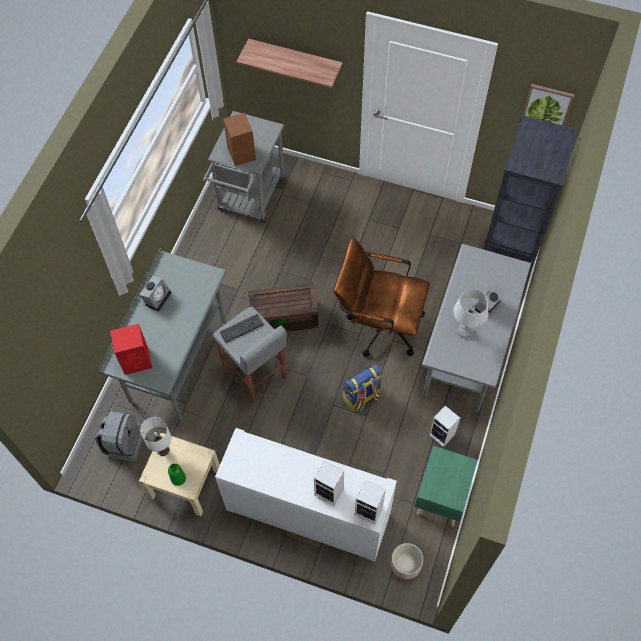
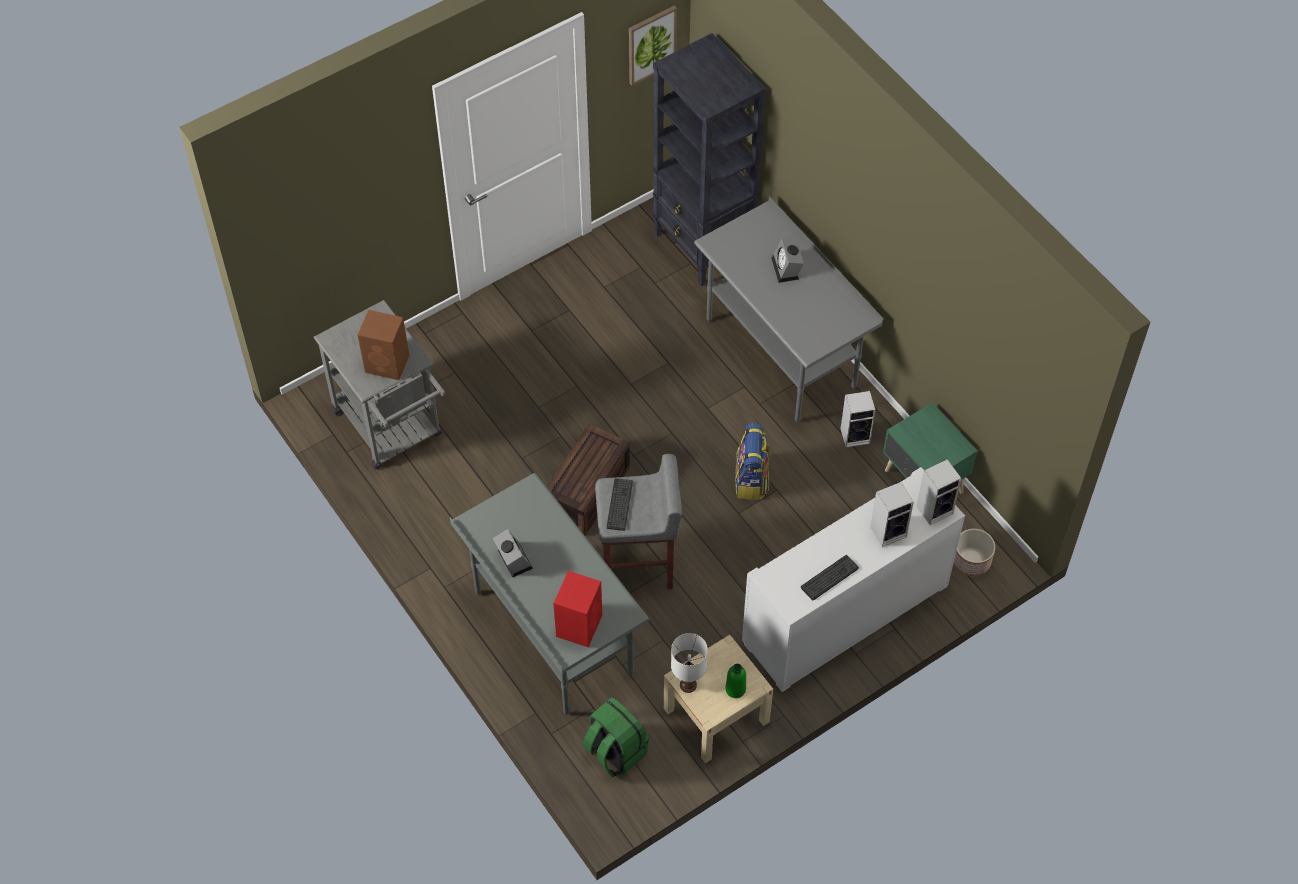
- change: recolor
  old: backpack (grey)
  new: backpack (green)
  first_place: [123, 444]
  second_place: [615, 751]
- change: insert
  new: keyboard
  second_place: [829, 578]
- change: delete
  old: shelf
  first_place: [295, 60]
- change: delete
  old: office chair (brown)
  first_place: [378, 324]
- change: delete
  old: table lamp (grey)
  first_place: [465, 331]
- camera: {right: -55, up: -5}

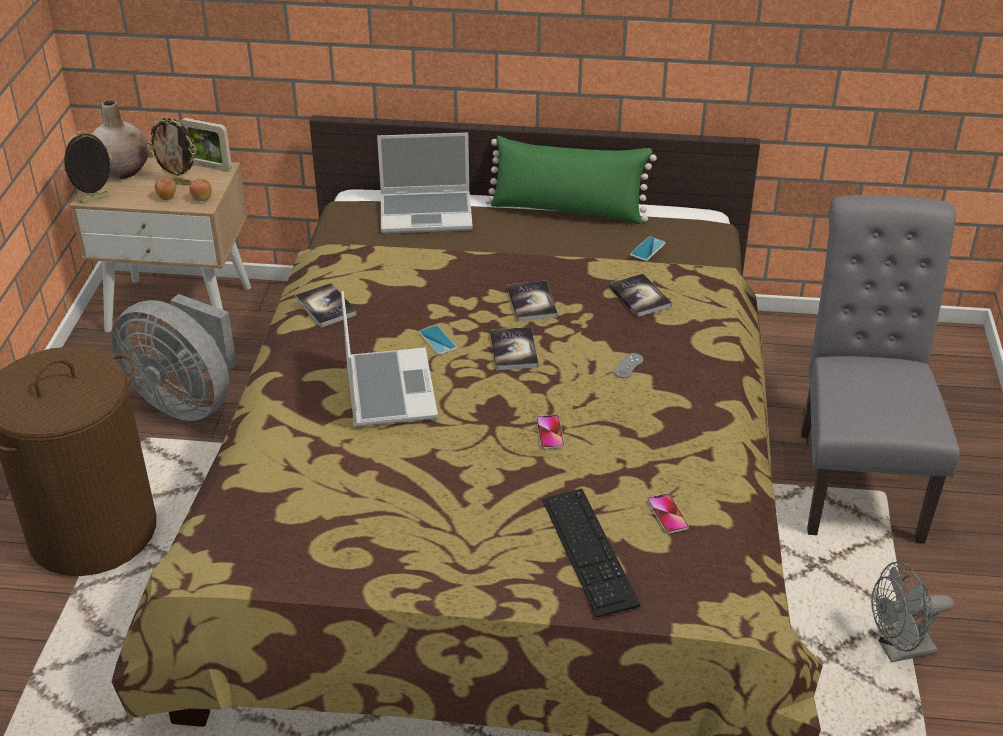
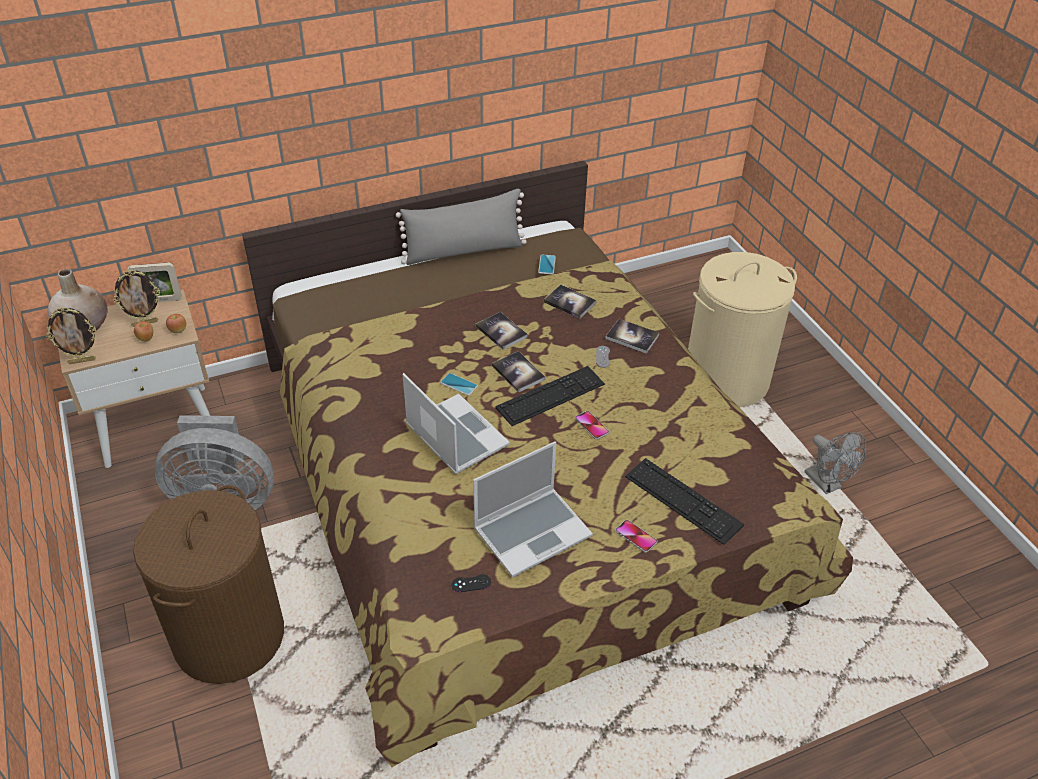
- change: rotate
  old: picture frame
  first_place: [95, 200]
  second_place: [82, 360]
  degrees: -135
- change: recolor
  old: pillow (green)
  new: pillow (grey)
  first_place: [567, 210]
  second_place: [464, 251]
- change: insert
  new: game controller (black)
  second_place: [471, 583]
- change: move
  old: laptop
  first_place: [427, 213]
  second_place: [532, 531]
- change: insert
  new: keyboard
  second_place: [550, 396]
- change: move
  old: book
  first_place: [326, 306]
  second_place: [632, 337]
- change: move
  old: phone
  first_place: [667, 514]
  second_place: [636, 537]
- change: replace
  old: chair (grey)
  new: laundry basket (beige)
  first_place: [855, 477]
  second_place: [726, 379]
- change: rotate
  old: fan (grey)
  first_place: [898, 650]
  second_place: [827, 484]
  degrees: -75
- camera: {right: -30, up: 5}

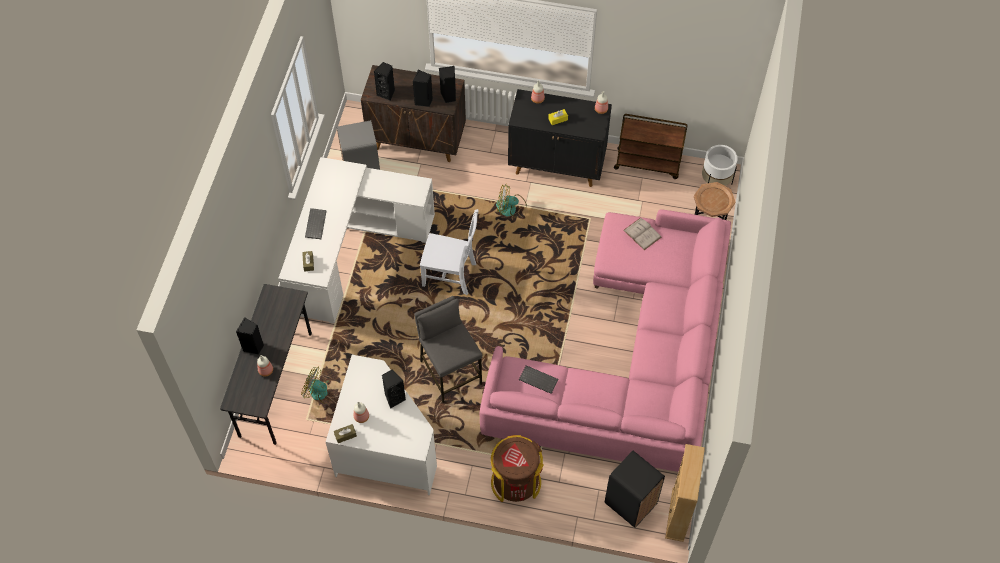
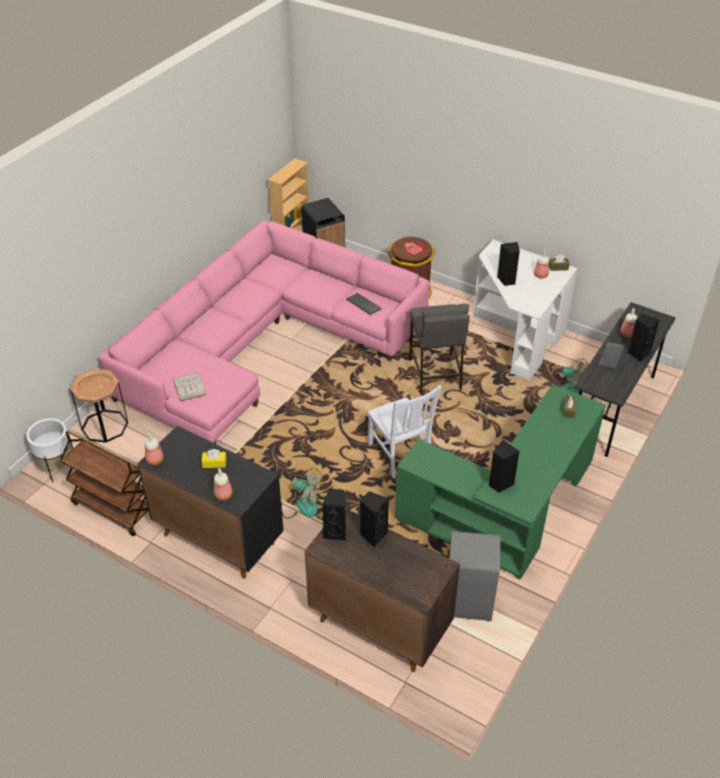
- change: rotate
  old: chair (white)
  first_place: [451, 275]
  second_place: [400, 455]
  degrees: -150
- change: recolor
  old: desk (white)
  new: desk (green)
  first_place: [350, 250]
  second_place: [507, 512]
- change: move
  old: speaker (black)
  first_place: [387, 93]
  second_place: [499, 484]
- change: move
  old: keyboard
  first_place: [315, 224]
  second_place: [611, 357]
- camera: {right: -160, up: -15}

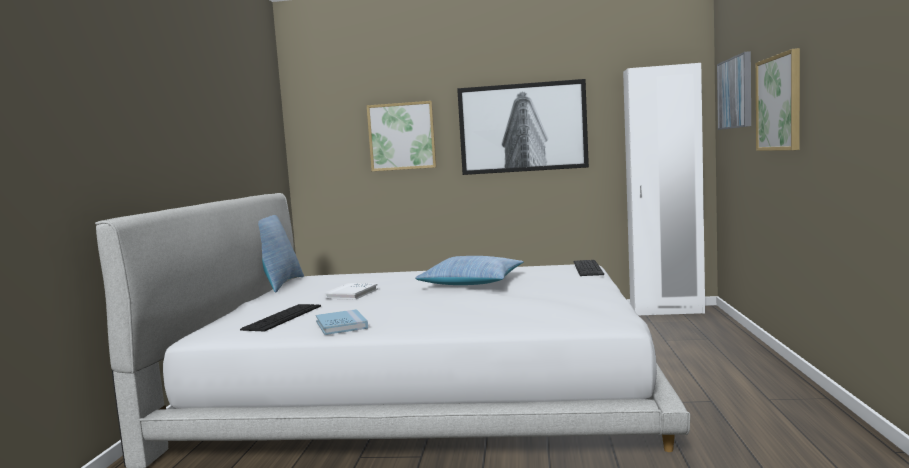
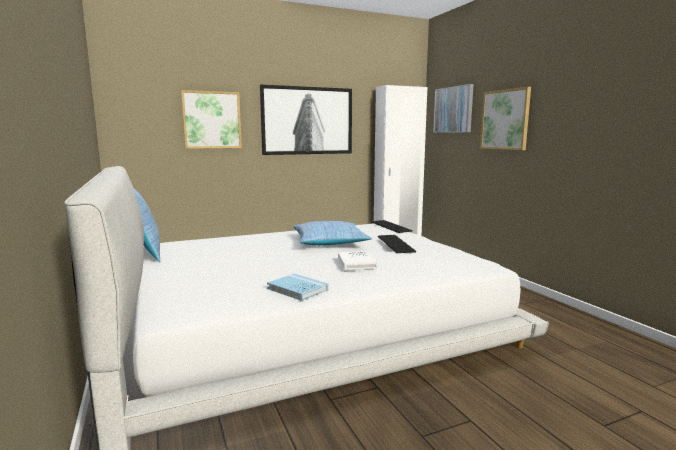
- change: move
  old: book (white)
  first_place: [352, 294]
  second_place: [356, 262]
- change: move
  old: keyboard
  first_place: [283, 317]
  second_place: [395, 244]
- camera: {right: -30, up: 5}

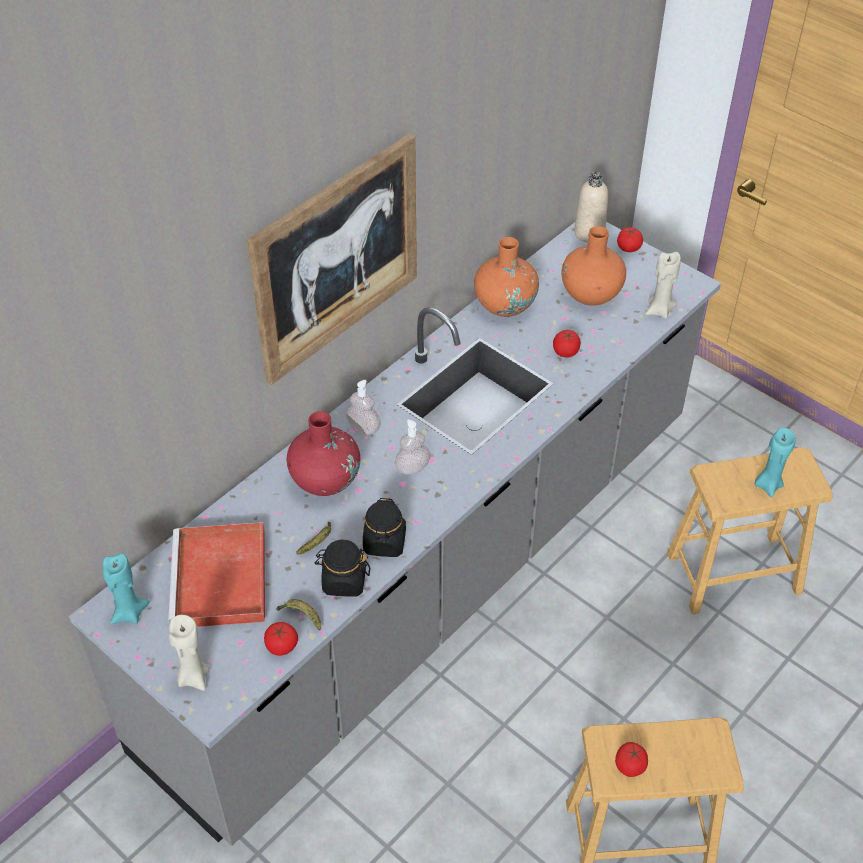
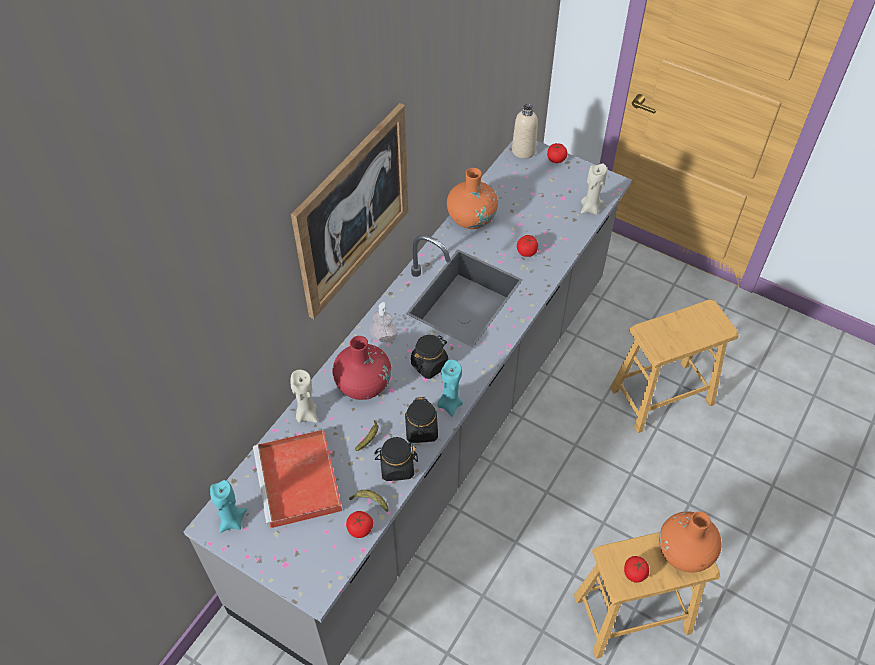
- change: move
  old: candle (beige)
  first_place: [193, 676]
  second_place: [306, 414]
- change: replace
  old: soap dispenser
  new: jar (black)
  first_place: [412, 467]
  second_place: [429, 364]
- change: move
  old: candle (turquoise)
  first_place: [768, 485]
  second_place: [449, 404]
- change: move
  old: vase (orange)
  first_place: [591, 294]
  second_place: [684, 552]
- camera: {right: -10, up: 5}

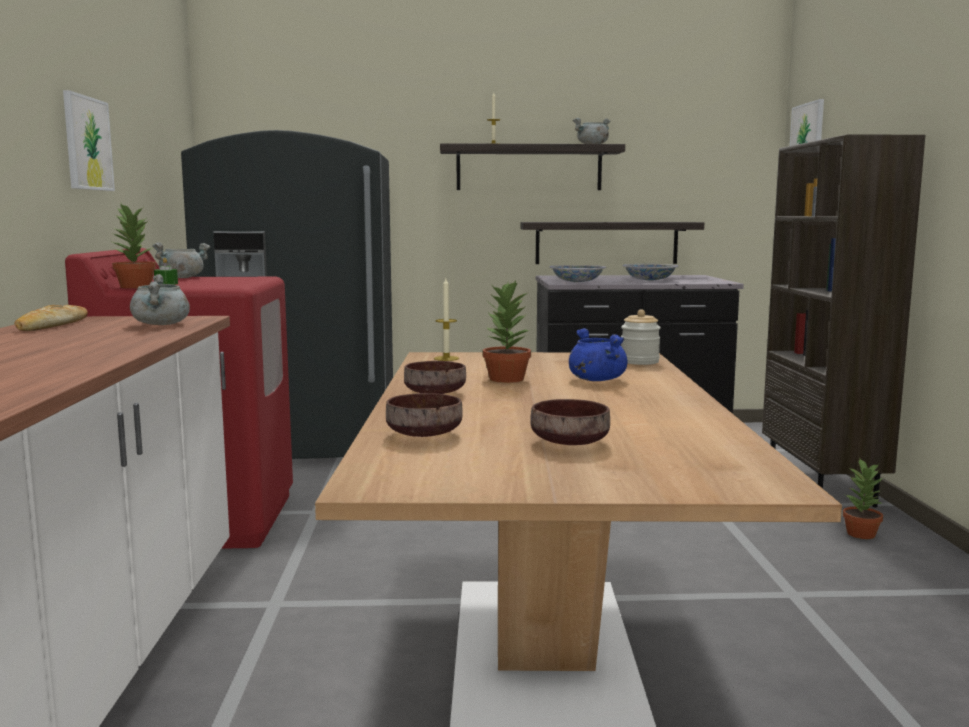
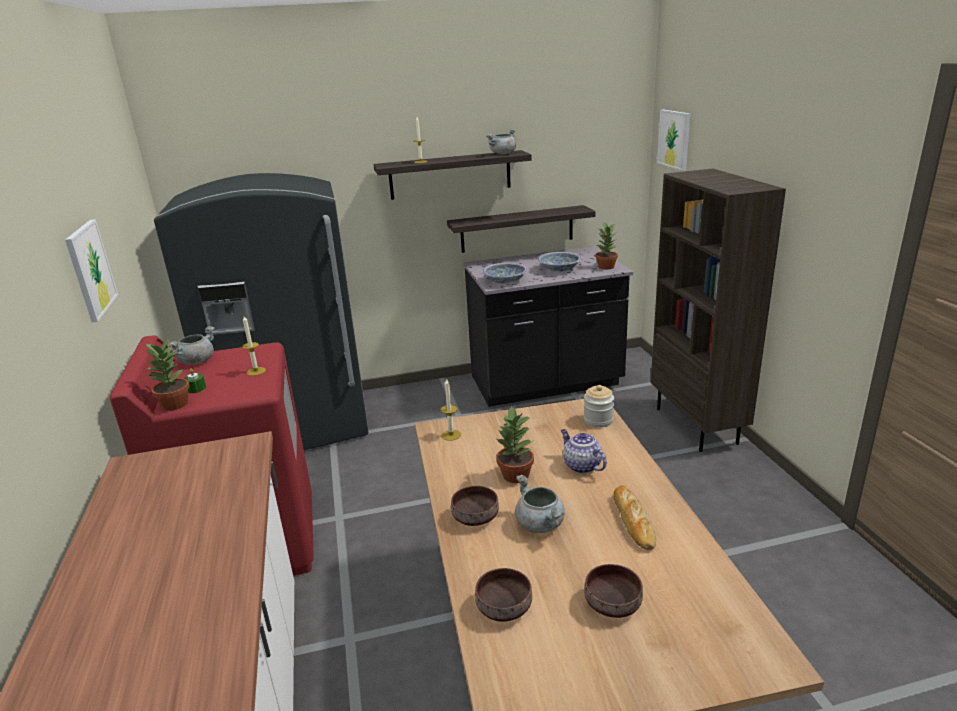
- change: insert
  new: candle
  second_place: [256, 371]
- change: move
  old: cooking pot (grey)
  first_place: [162, 324]
  second_place: [541, 525]
- change: replace
  old: cooking pot (blue)
  new: teapot
  first_place: [595, 379]
  second_place: [581, 465]
- change: move
  old: potted plant
  first_place: [861, 534]
  second_place: [606, 267]
- change: move
  old: bread
  first_place: [53, 325]
  second_place: [633, 521]
- camera: {right: -10, up: 15}

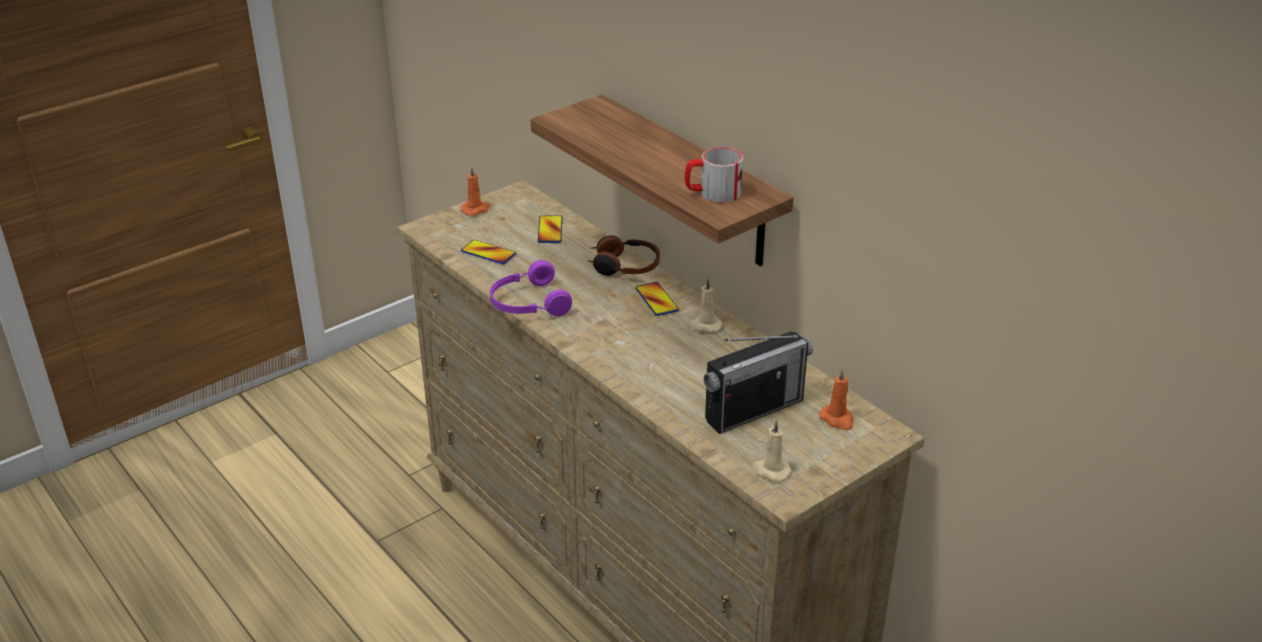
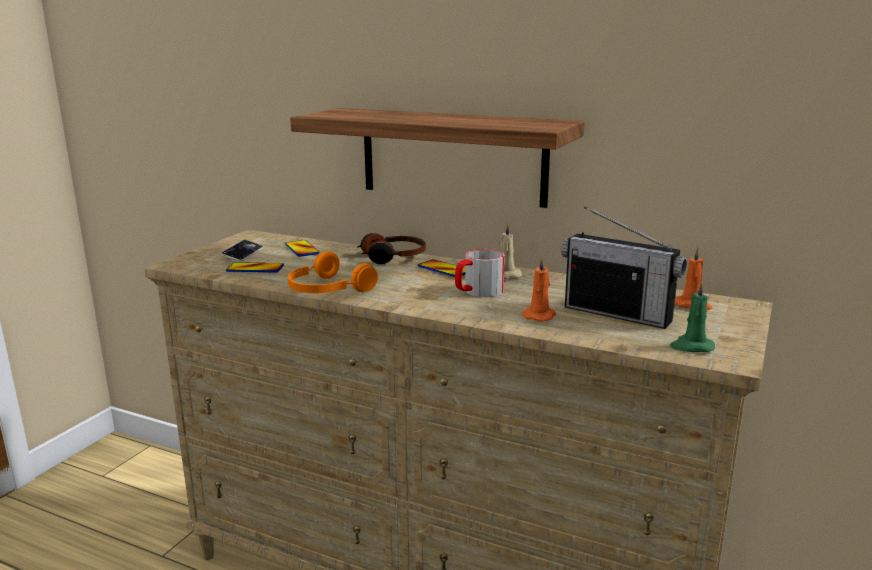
- change: insert
  new: phone
  second_place: [243, 254]
- change: recolor
  old: headphones (purple)
  new: headphones (orange)
  first_place: [528, 303]
  second_place: [326, 290]
- change: move
  old: mug
  first_place: [712, 193]
  second_place: [478, 292]
- change: move
  old: candle (orange)
  first_place: [476, 209]
  second_place: [540, 316]
- change: rotate
  old: radio
  first_place: [754, 410]
  second_place: [618, 314]
  degrees: 90
- change: recolor
  old: candle (beige)
  new: candle (green)
  first_place: [770, 470]
  second_place: [691, 347]
- camera: {right: -25, up: -15}

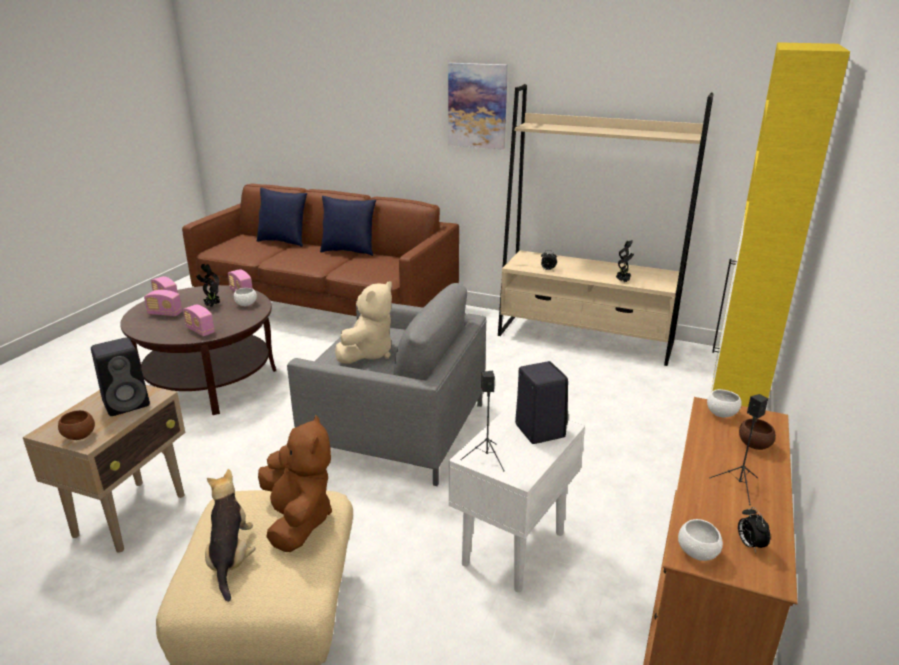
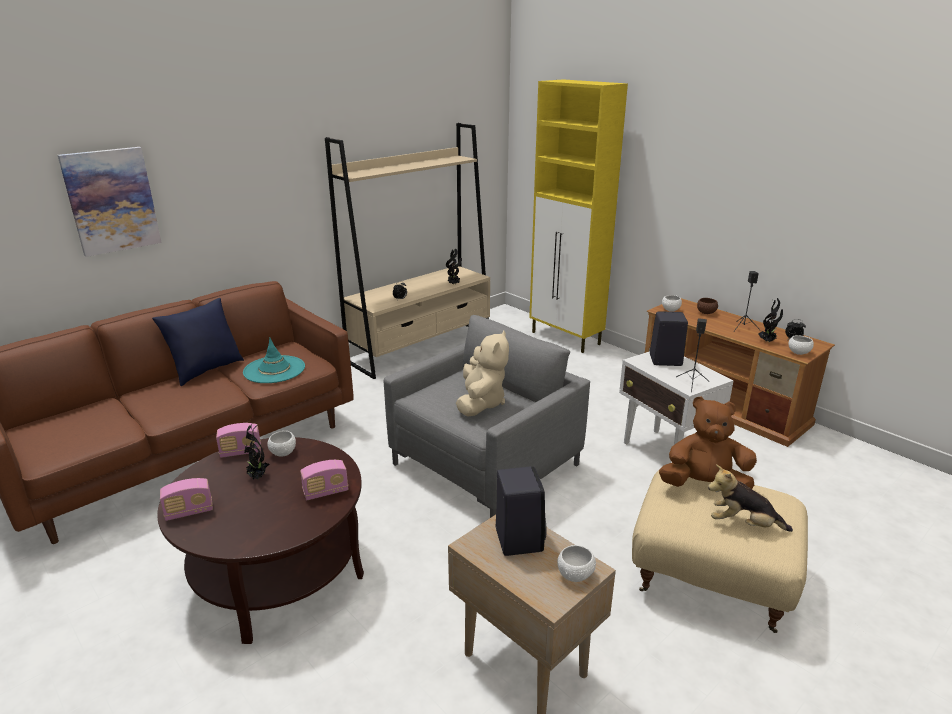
- change: move
  old: picture
  first_place: [477, 106]
  second_place: [111, 201]
- change: insert
  new: hat (turquoise)
  second_place: [274, 370]
- change: rotate
  old: plush toy (beige)
  first_place: [368, 353]
  second_place: [481, 403]
  degrees: 45
- change: recolor
  old: bowl (brown)
  new: bowl (white)
  first_place: [79, 436]
  second_place: [575, 575]
- change: insert
  new: potted plant
  second_place: [767, 341]
- change: delete
  old: radio
  first_place: [165, 314]
- change: delete
  old: pillow (blue)
  first_place: [283, 242]
- camera: {right: -65, up: 0}

